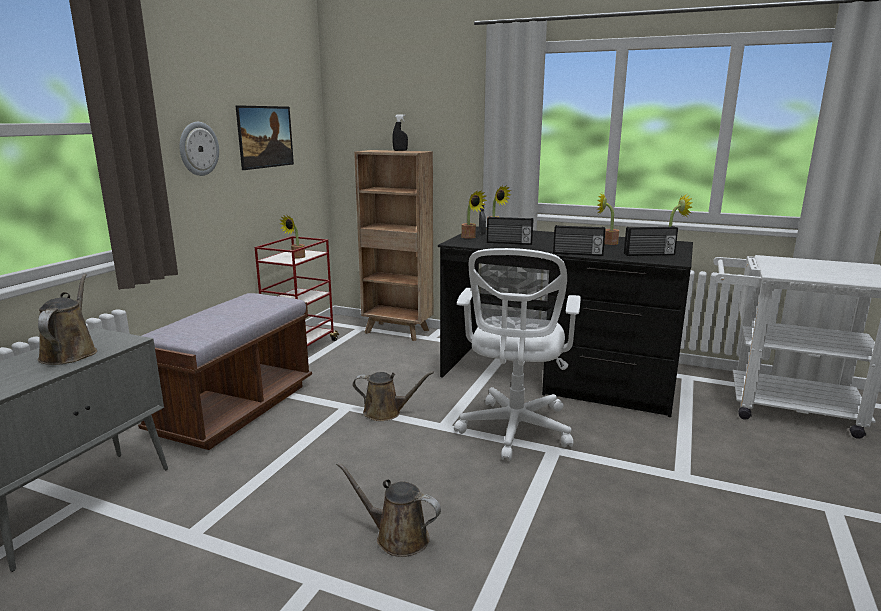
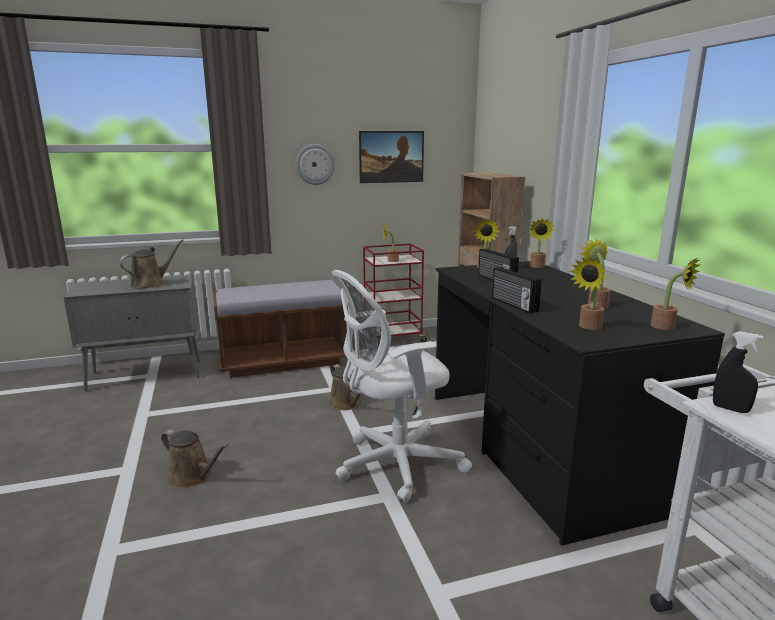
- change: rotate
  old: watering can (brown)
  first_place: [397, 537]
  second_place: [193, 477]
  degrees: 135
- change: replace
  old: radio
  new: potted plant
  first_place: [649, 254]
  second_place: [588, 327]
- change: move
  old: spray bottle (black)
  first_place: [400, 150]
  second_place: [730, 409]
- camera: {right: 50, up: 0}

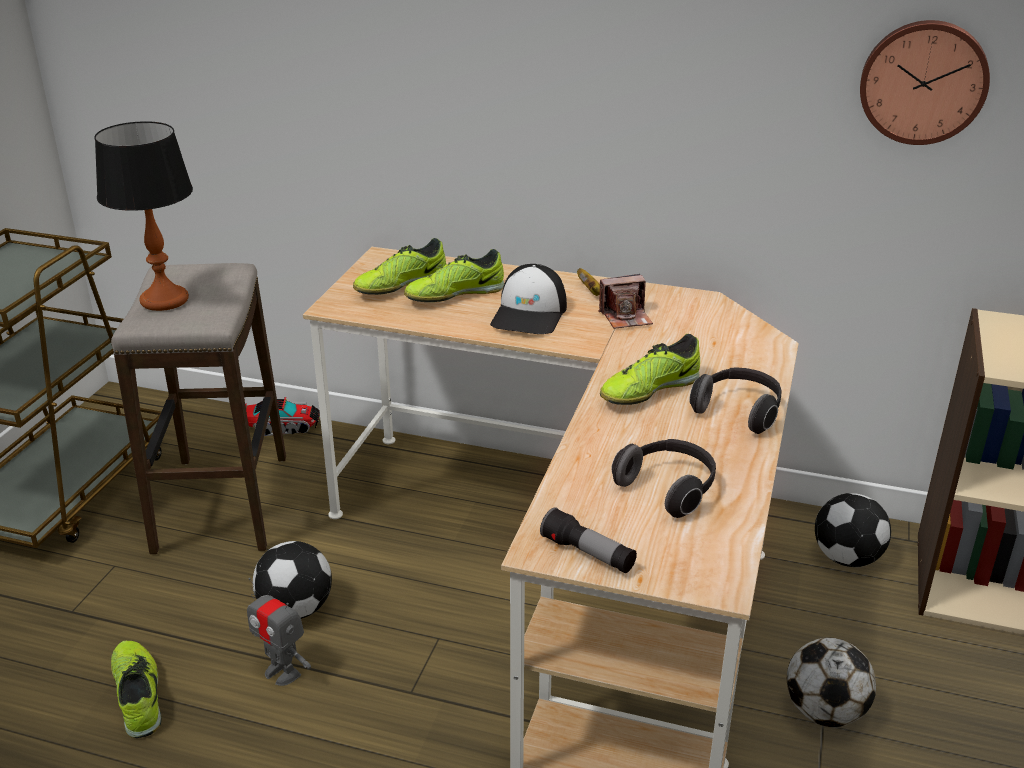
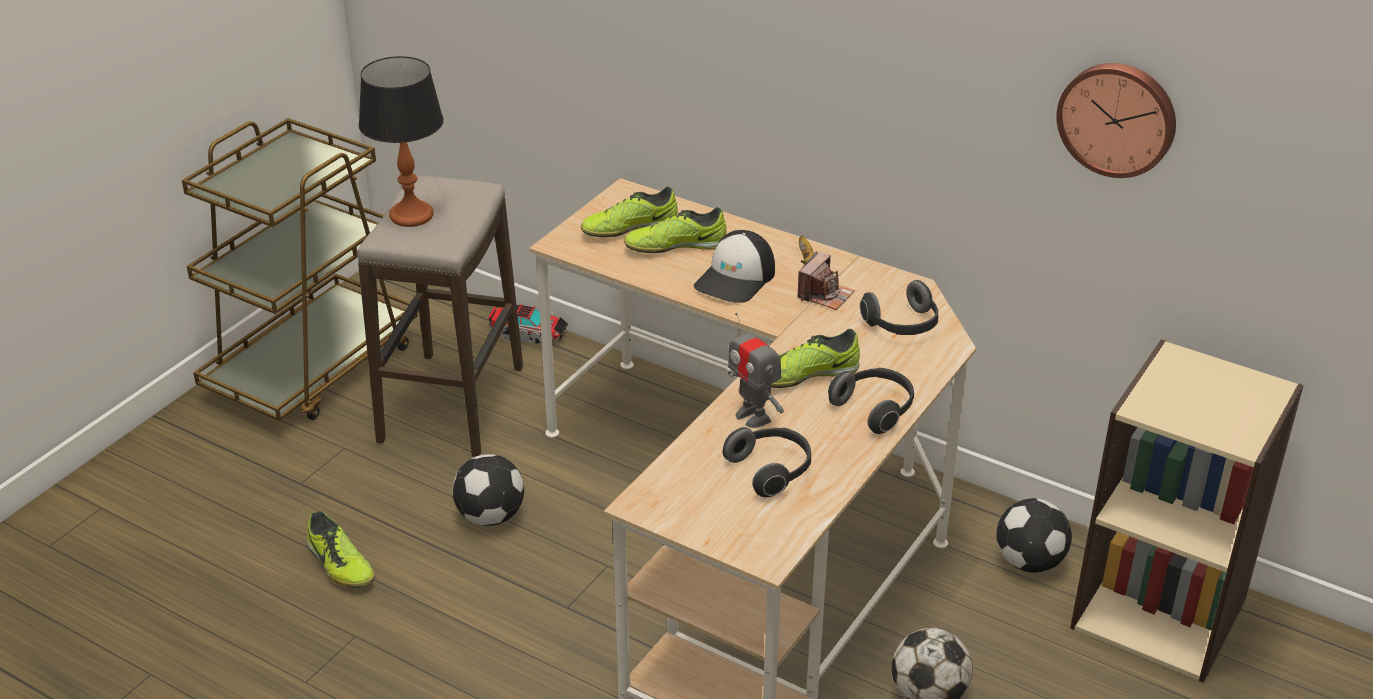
- change: rotate
  old: shoe
  first_place: [138, 694]
  second_place: [340, 565]
  degrees: 150
- change: move
  old: toy robot
  first_place: [282, 672]
  second_place: [753, 416]
- change: rotate
  old: photo camera
  first_place: [625, 317]
  second_place: [825, 295]
  degrees: -60
- change: insert
  new: headphones
  second_place: [902, 326]
- change: delete
  old: flashlight
  first_place: [588, 554]
- camera: {right: 15, up: 5}

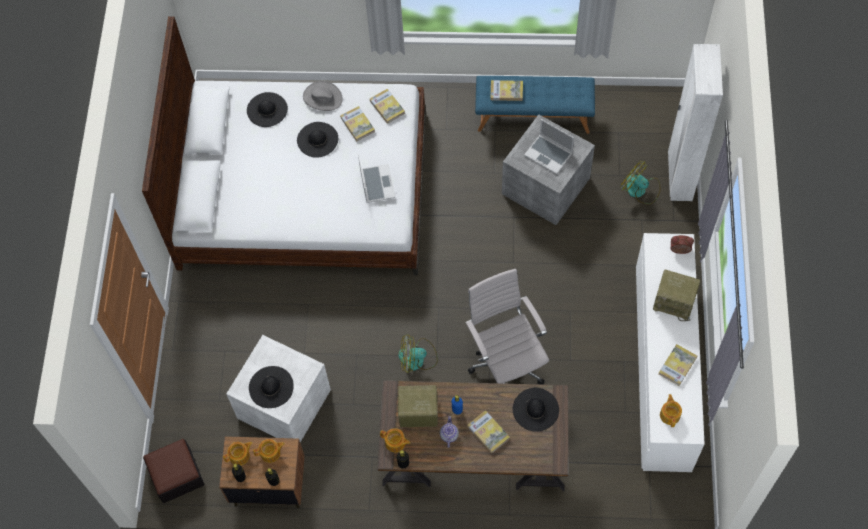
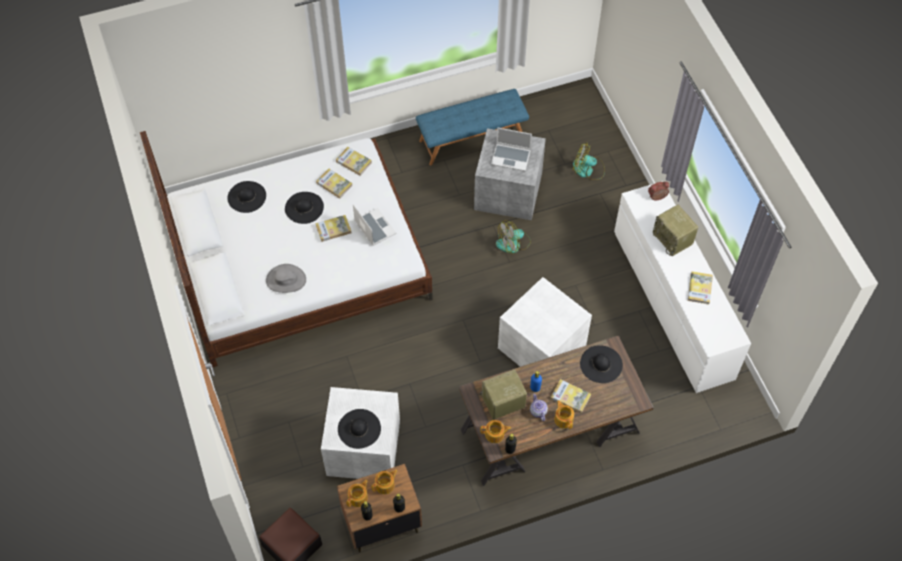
- change: move
  old: hat (grey)
  first_place: [322, 97]
  second_place: [286, 280]
- change: move
  old: book
  first_place: [506, 91]
  second_place: [333, 229]
- change: move
  old: fan
  first_place: [417, 359]
  second_place: [513, 243]
- change: replace
  old: office chair (white)
  new: storage box (white)
  first_place: [506, 363]
  second_place: [541, 345]
- change: move
  old: teapot
  first_place: [670, 415]
  second_place: [563, 419]
- change: rotate
  old: radio
  first_place: [675, 302]
  second_place: [673, 239]
  degrees: 60
- change: delete
  old: wardrobe (white)
  first_place: [679, 177]
- camera: {right: -25, up: -5}

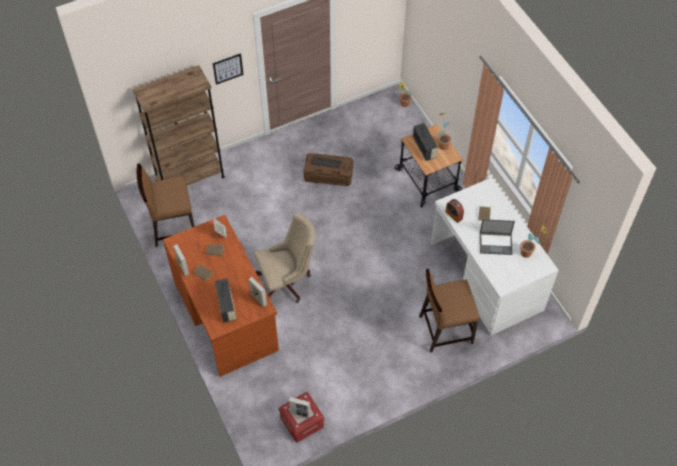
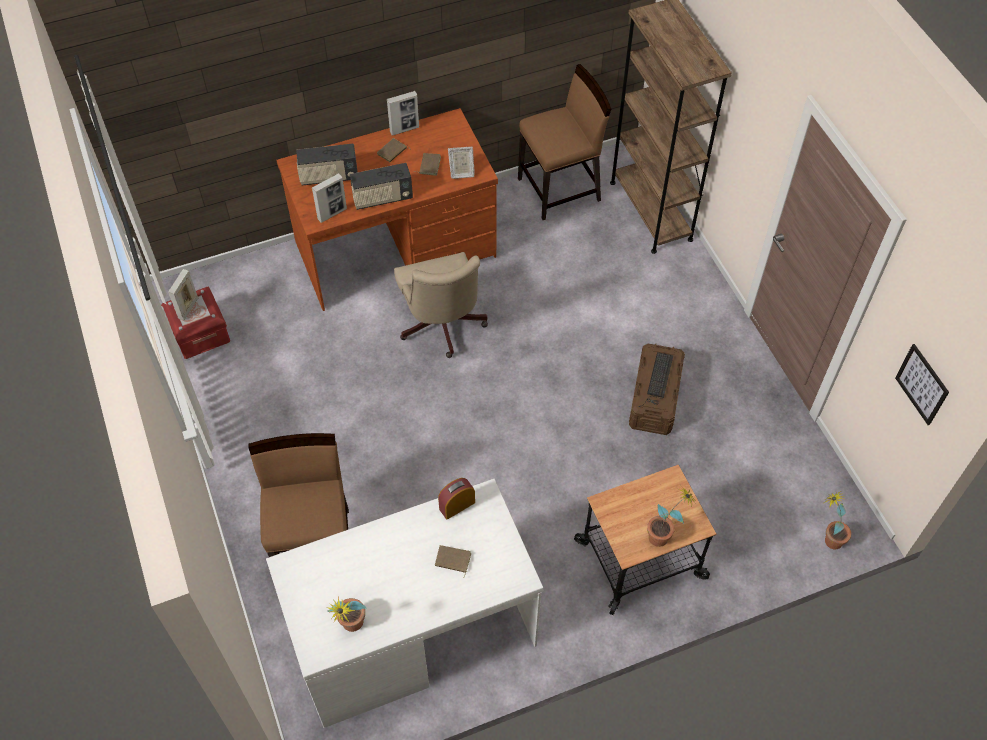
- change: move
  old: radio
  first_place: [424, 148]
  second_place: [382, 198]
- change: rotate
  old: chair (brown)
  first_place: [172, 226]
  second_place: [560, 189]
  degrees: 75
- change: move
  old: picture
  first_place: [228, 68]
  second_place: [922, 384]
- change: delete
  old: laptop
  first_place: [496, 243]
- camera: {right: 95, up: 0}

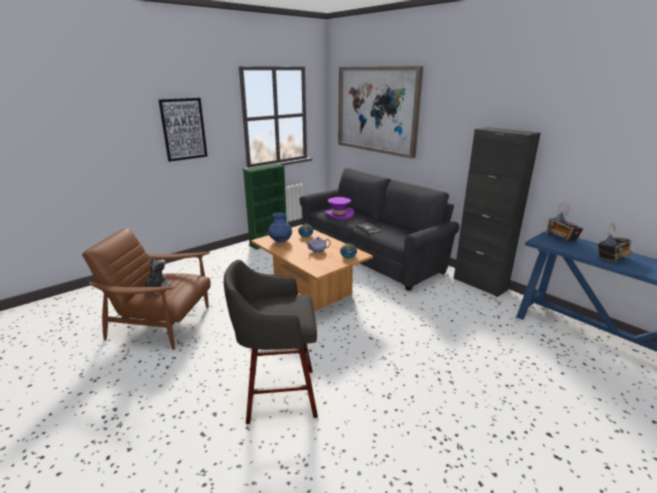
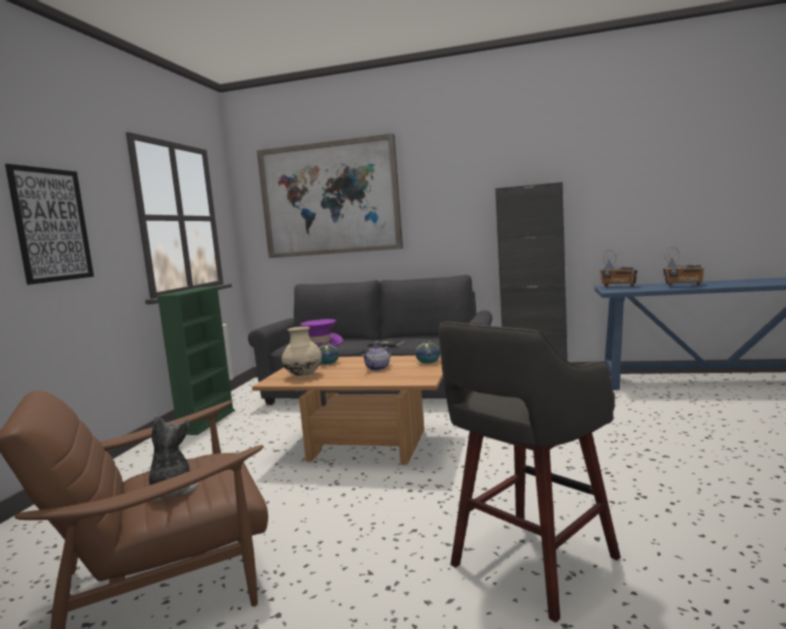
- change: recolor
  old: vase (blue)
  new: vase (beige)
  first_place: [280, 241]
  second_place: [304, 375]
- change: rotate
  old: radio
  first_place: [612, 258]
  second_place: [684, 286]
  degrees: 90
- camera: {right: -35, up: -15}

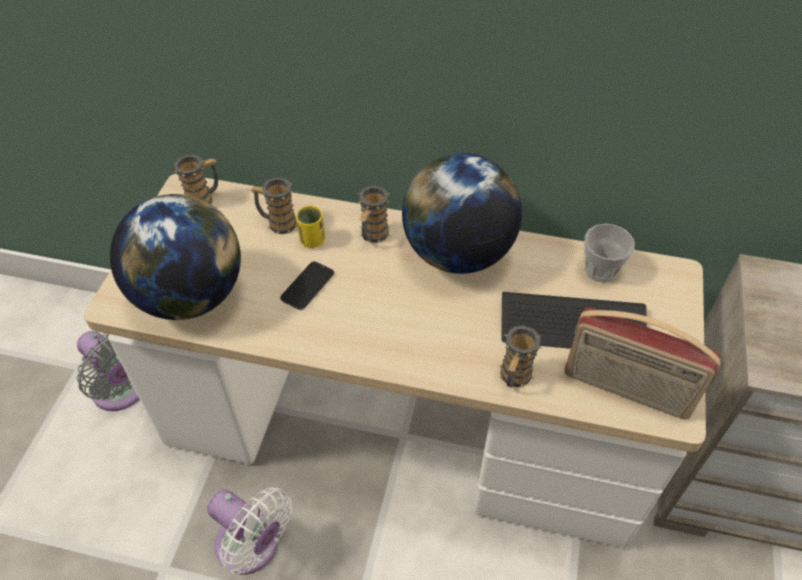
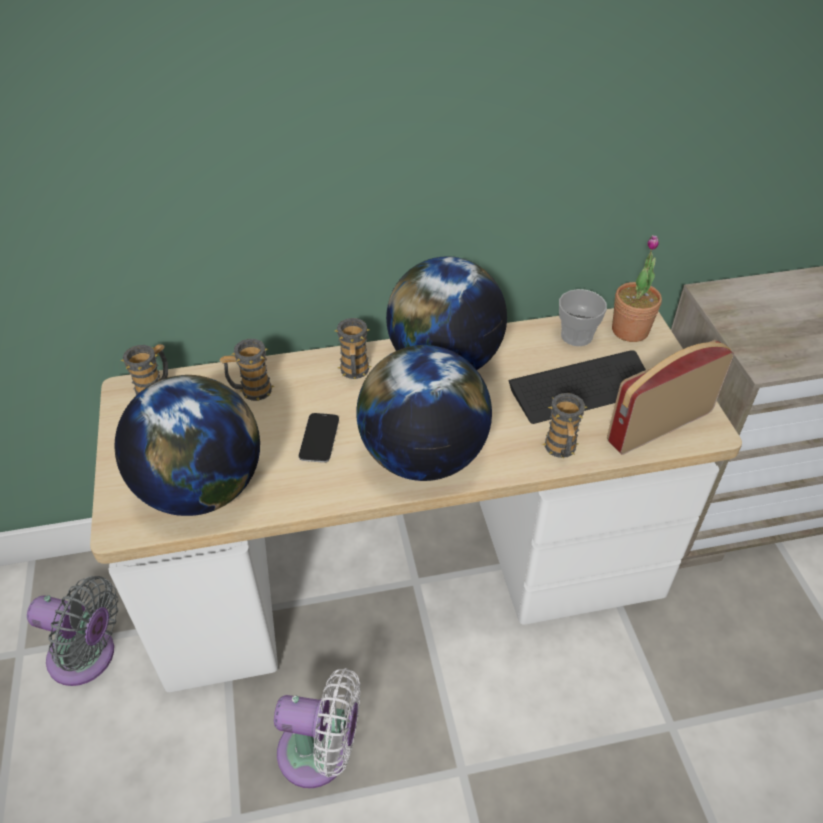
- change: insert
  new: globe
  second_place: [423, 457]
- change: rotate
  old: radio
  first_place: [626, 389]
  second_place: [658, 425]
  degrees: 150
- change: insert
  new: potted plant
  second_place: [630, 330]
- change: delete
  old: cup (yellow)
  first_place: [312, 240]
- camera: {right: -25, up: -5}

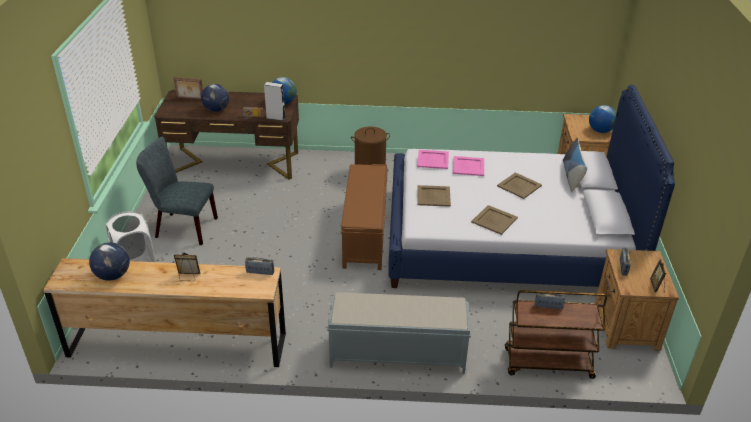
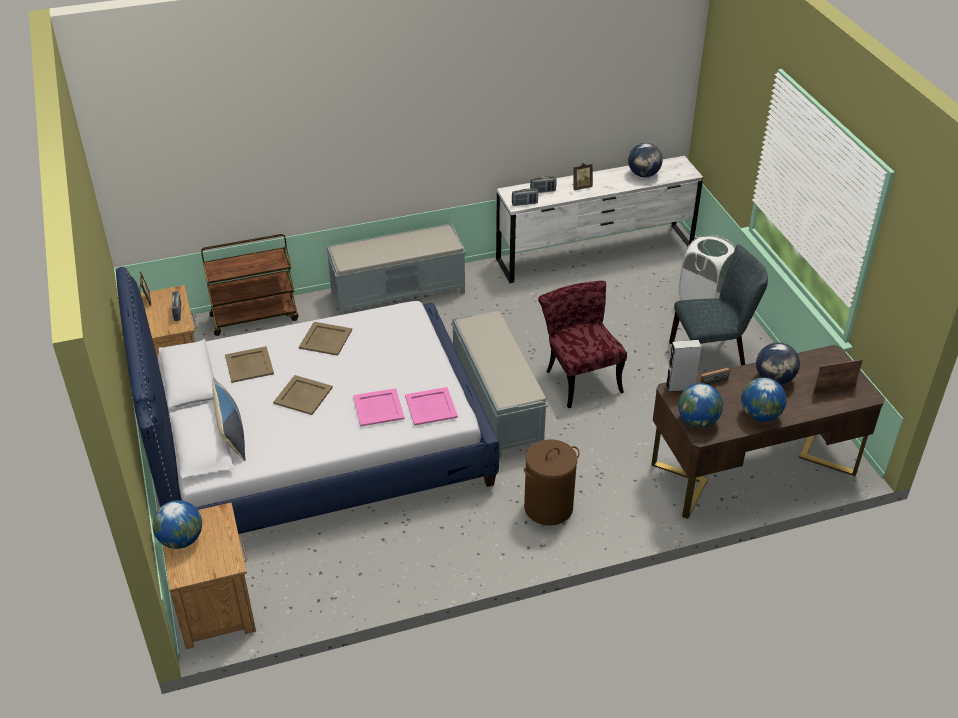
- change: move
  old: tray (beige)
  first_place: [433, 196]
  second_place: [249, 365]
- change: recolor
  old: bench (brown)
  new: bench (grey)
  first_place: [365, 234]
  second_place: [496, 404]
- change: recolor
  old: dresser (brown)
  new: dresser (white)
  first_place: [178, 345]
  second_place: [595, 253]
- change: move
  old: radio
  first_place: [548, 306]
  second_place: [543, 191]
- change: insert
  new: chair (red)
  second_place: [579, 377]
- change: insert
  new: globe
  second_place: [760, 415]
- camera: {right: 160, up: 5}

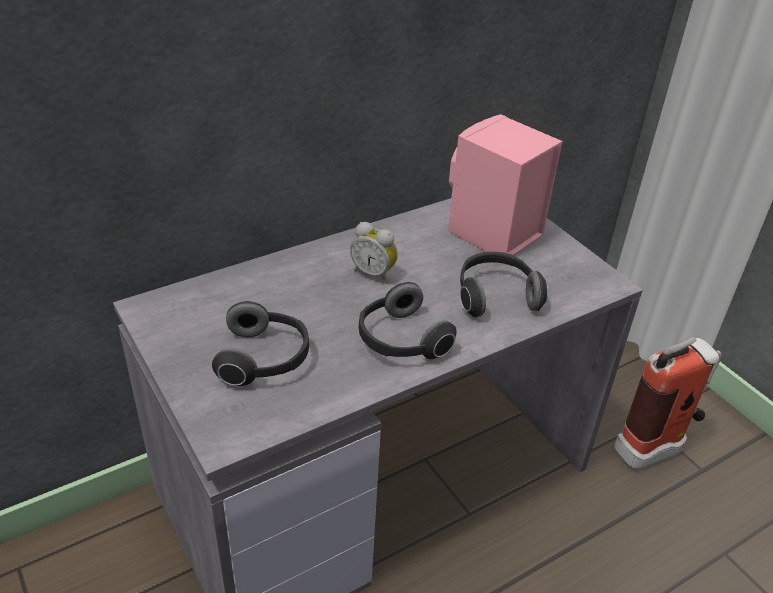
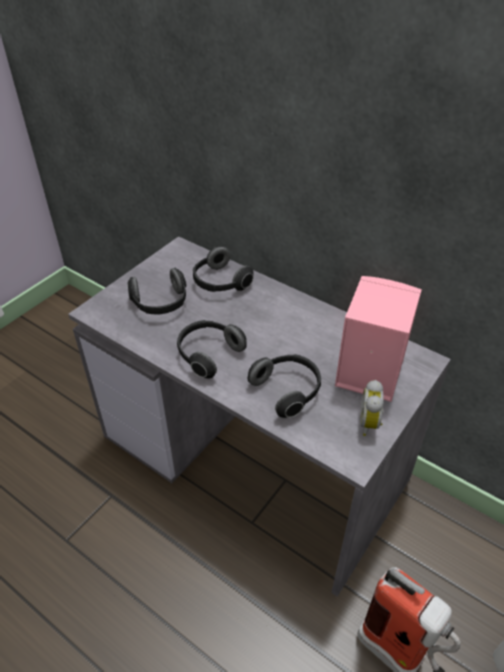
- change: insert
  new: headphones
  second_place: [220, 283]
- change: move
  old: alarm clock
  first_place: [374, 273]
  second_place: [370, 423]
- camera: {right: 70, up: 5}

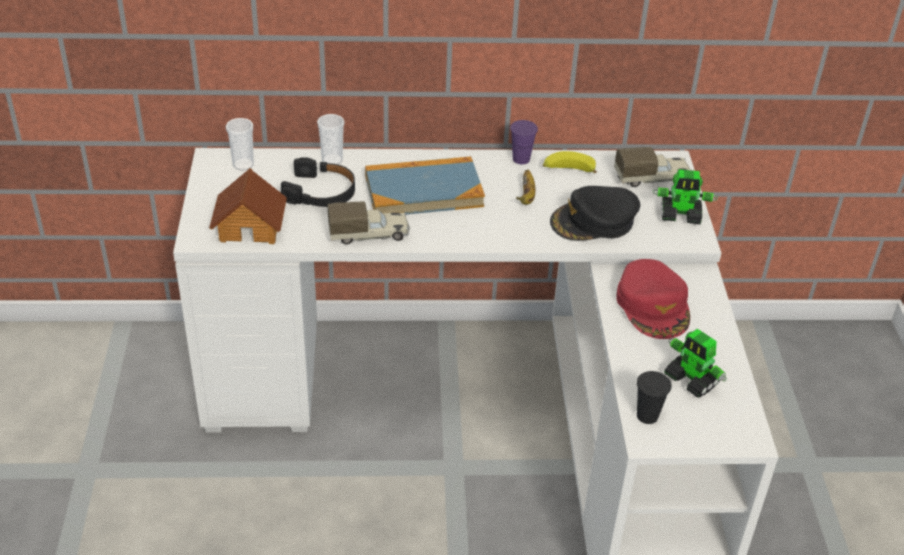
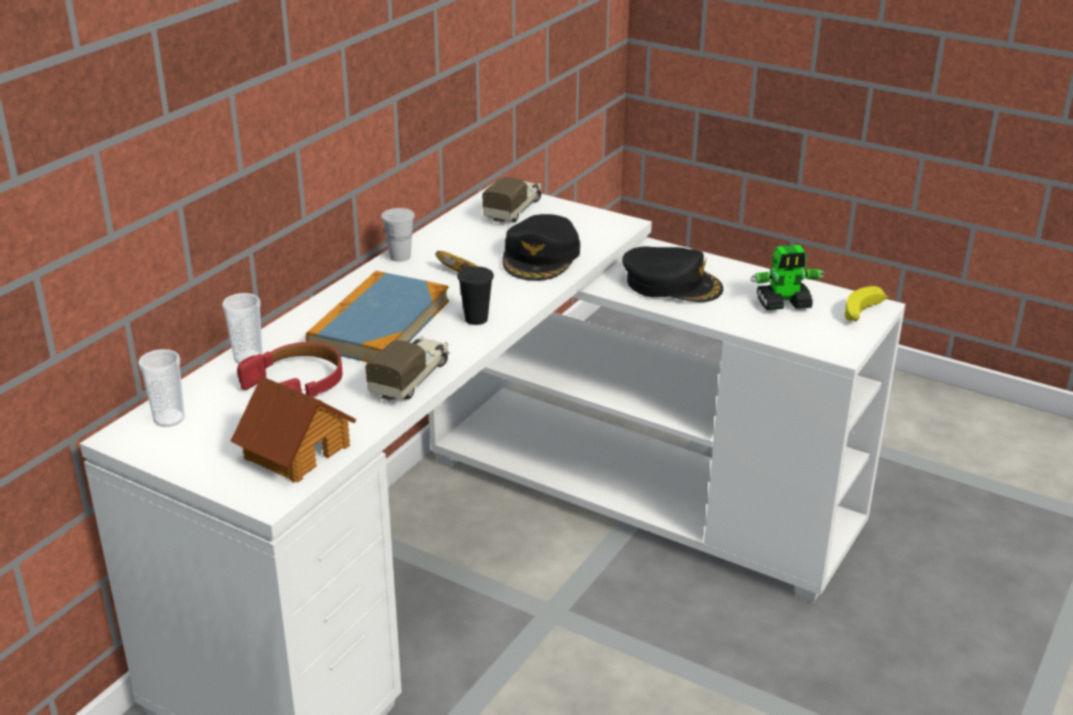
- change: recolor
  old: headphones (black)
  new: headphones (red)
  first_place: [321, 192]
  second_place: [296, 384]
- change: recolor
  old: cup (purple)
  new: cup (white)
  first_place: [521, 159]
  second_place: [400, 257]
- change: move
  old: cup (black)
  first_place: [647, 416]
  second_place: [476, 319]
- change: recolor
  old: cap (red)
  new: cap (black)
  first_place: [653, 306]
  second_place: [672, 284]
- change: move
  old: banana
  first_place: [568, 170]
  second_place: [863, 313]
- change: delete
  old: toy robot
  first_place: [681, 215]
- camera: {right: -55, up: -10}

